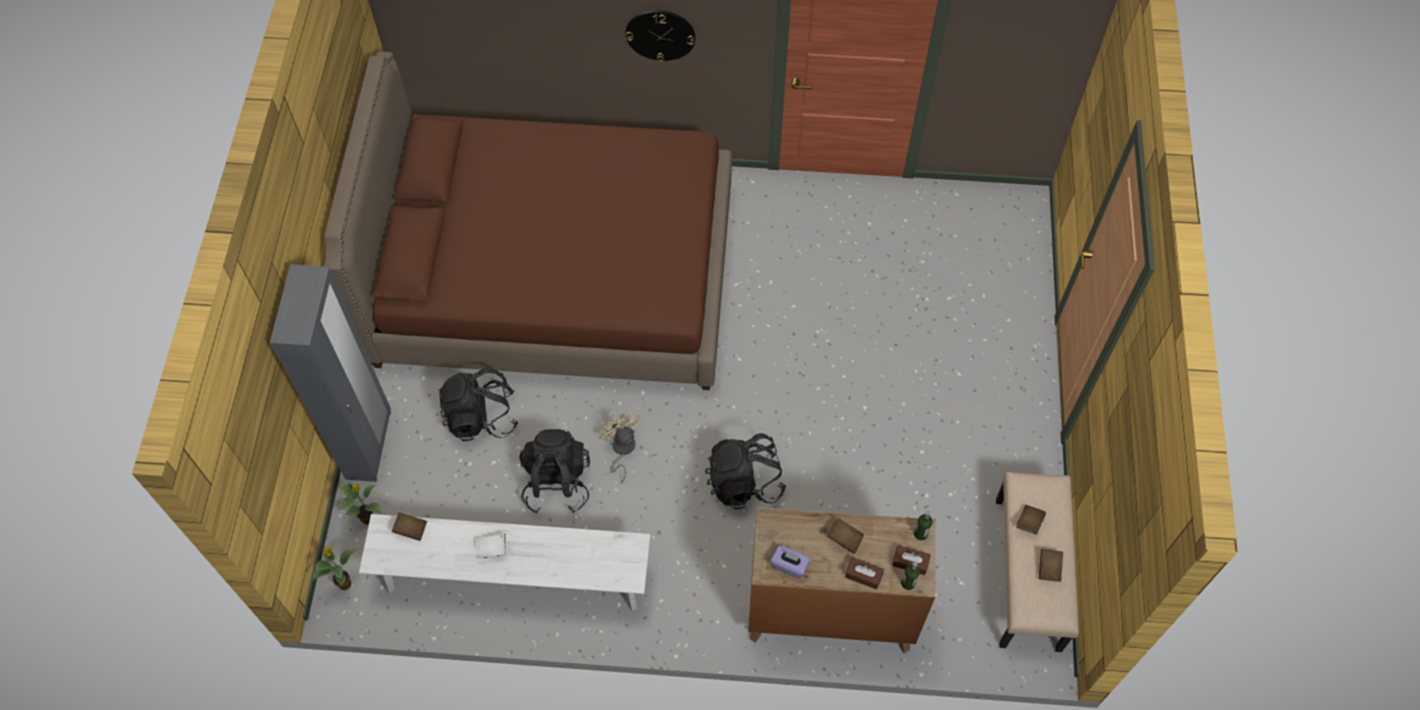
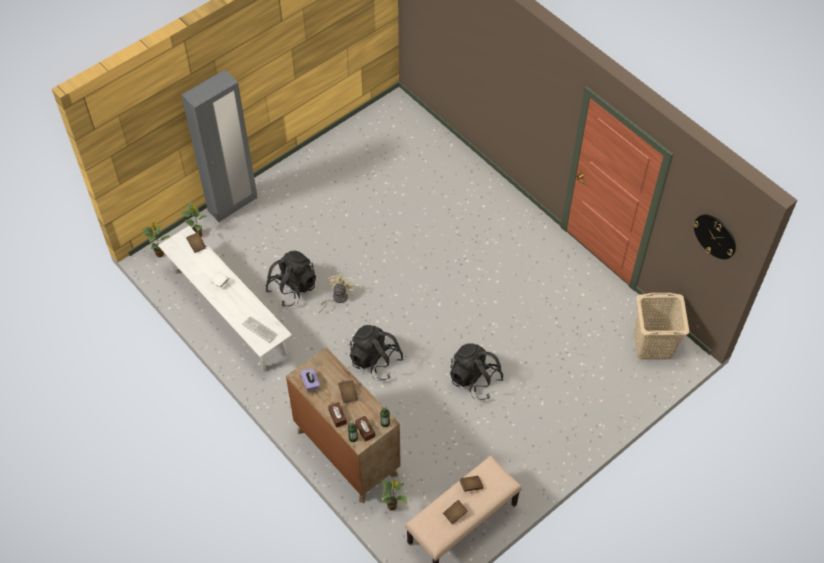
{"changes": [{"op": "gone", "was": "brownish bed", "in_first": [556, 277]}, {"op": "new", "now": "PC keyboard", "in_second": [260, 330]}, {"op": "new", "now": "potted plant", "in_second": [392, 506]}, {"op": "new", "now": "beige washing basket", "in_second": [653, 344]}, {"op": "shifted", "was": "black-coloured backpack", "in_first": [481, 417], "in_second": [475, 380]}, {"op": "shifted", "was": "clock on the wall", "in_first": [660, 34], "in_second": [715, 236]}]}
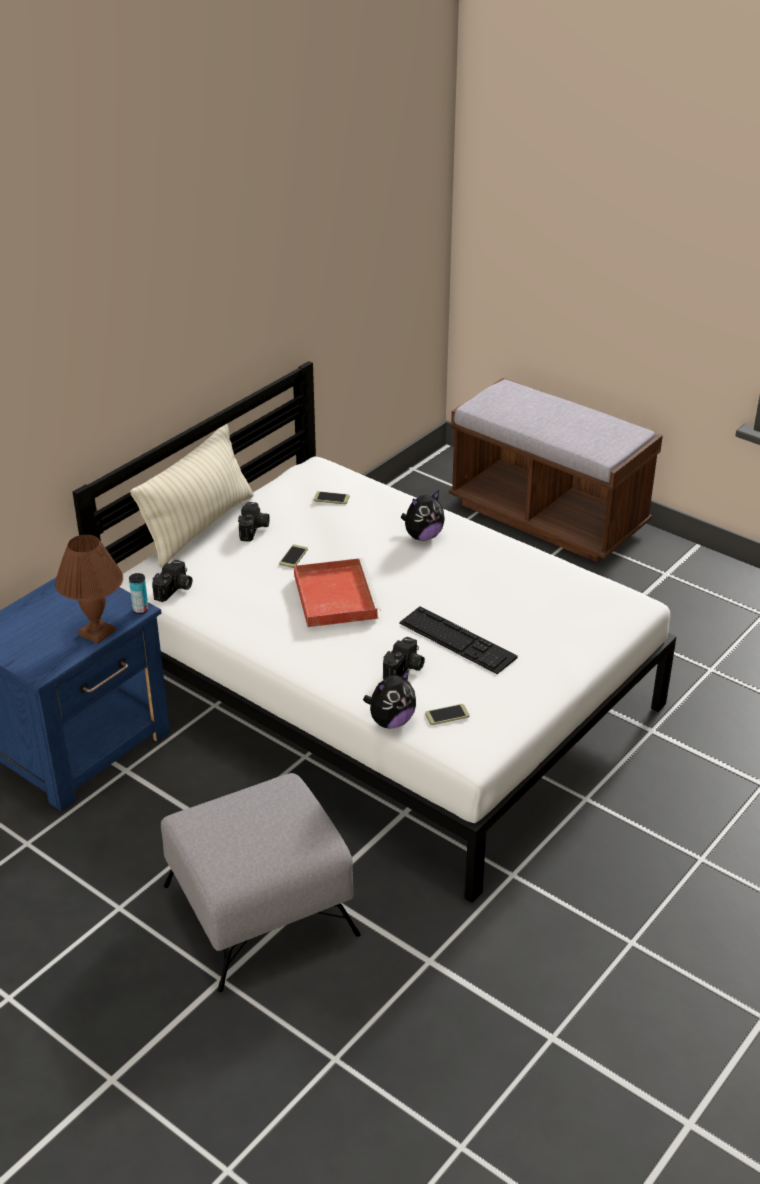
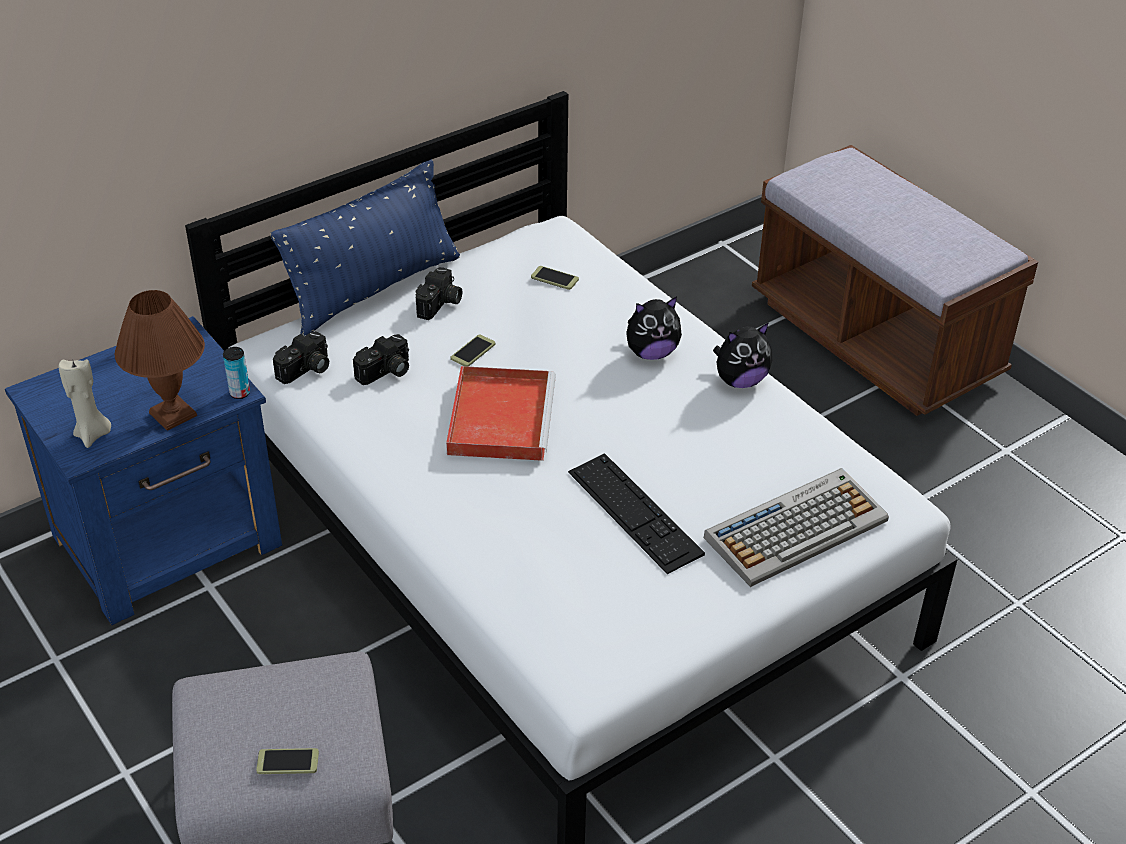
{"changes": [{"op": "new", "now": "beige wax light", "in_second": [93, 435]}, {"op": "new", "now": "PC keyboard", "in_second": [796, 528]}, {"op": "shifted", "was": "soft toy", "in_first": [391, 721], "in_second": [740, 380]}, {"op": "shifted", "was": "photo camera", "in_first": [404, 669], "in_second": [386, 372]}, {"op": "shifted", "was": "handset", "in_first": [447, 715], "in_second": [287, 762]}, {"op": "repainted", "was": "beige cushion", "now": "bluish cushion", "in_first": [199, 527], "in_second": [374, 289]}]}
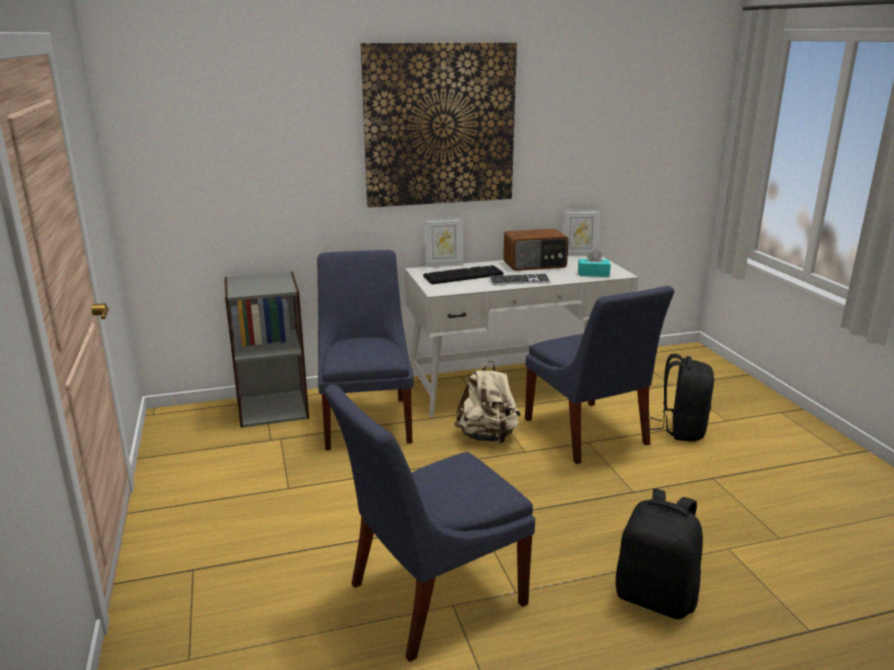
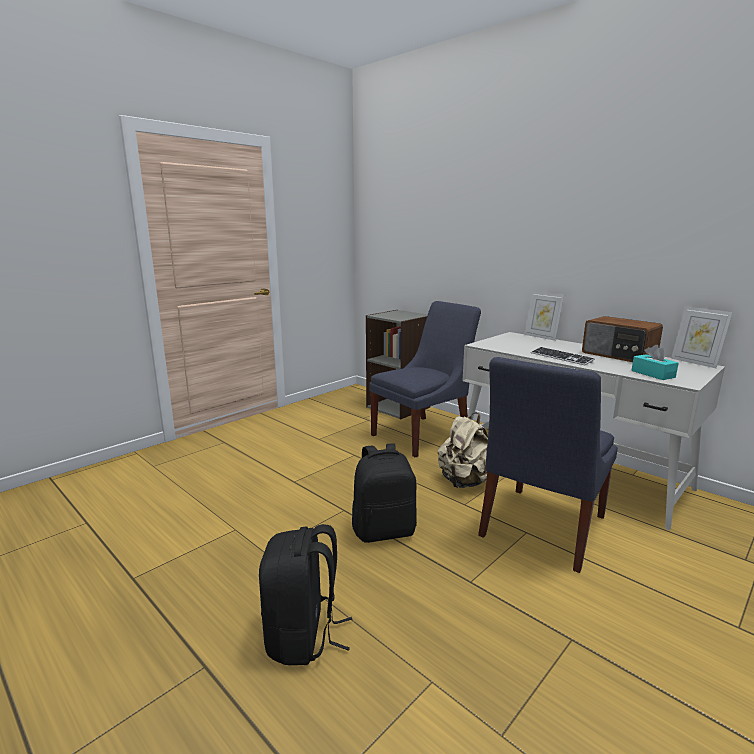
{"changes": [{"op": "gone", "was": "bluish plain chair", "in_first": [430, 596]}, {"op": "gone", "was": "wall picture", "in_first": [439, 125]}, {"op": "gone", "was": "PC keyboard", "in_first": [463, 275]}, {"op": "shifted", "was": "black-coloured backpack", "in_first": [681, 429], "in_second": [384, 530]}]}
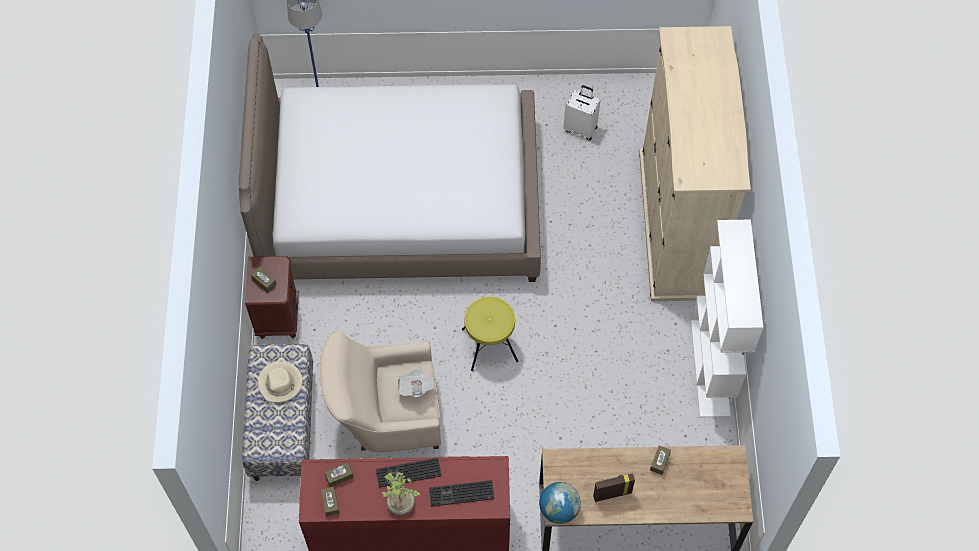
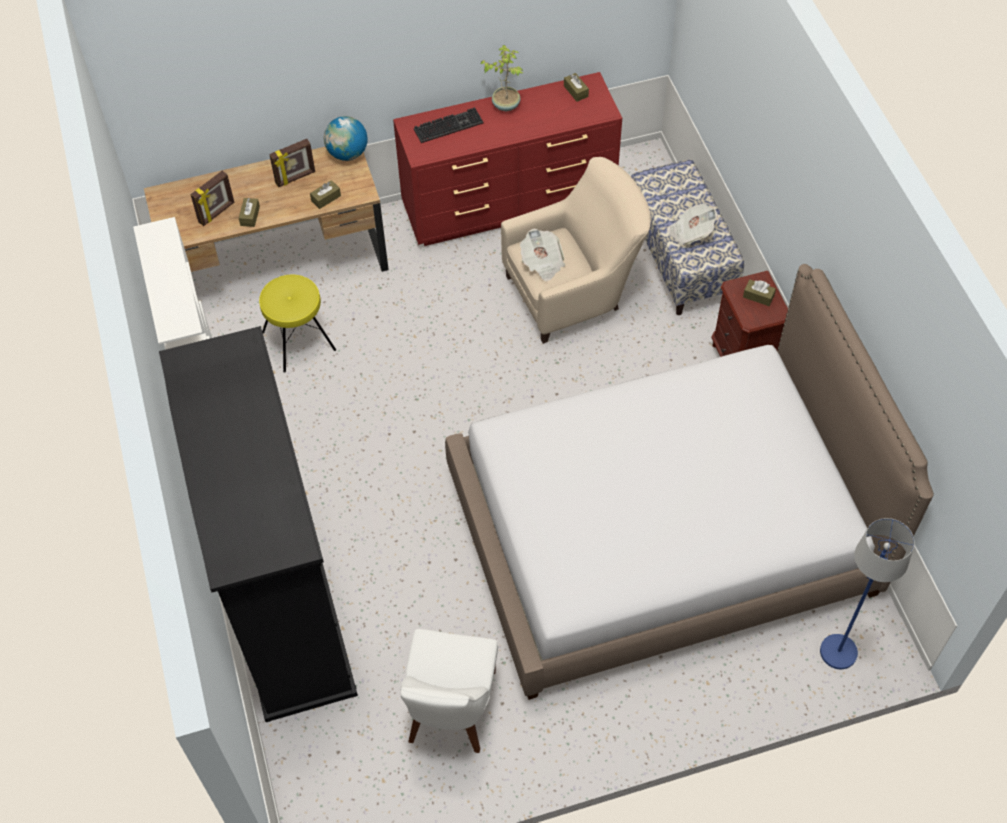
{"changes": [{"op": "gone", "was": "PC keyboard", "in_first": [407, 474]}, {"op": "new", "now": "picture frame", "in_second": [217, 213]}, {"op": "shifted", "was": "brownish tissue holder", "in_first": [339, 476], "in_second": [326, 198]}, {"op": "shifted", "was": "yellowish sitting stool", "in_first": [490, 344], "in_second": [298, 341]}, {"op": "swapped", "was": "beige hat", "now": "newspaper", "in_first": [280, 383], "in_second": [690, 232]}, {"op": "swapped", "was": "whitish piece of luggage", "now": "whitish plain chair", "in_first": [581, 128], "in_second": [450, 711]}, {"op": "repainted", "was": "beige wardrobe", "now": "black-coloured wardrobe", "in_first": [677, 224], "in_second": [284, 600]}]}
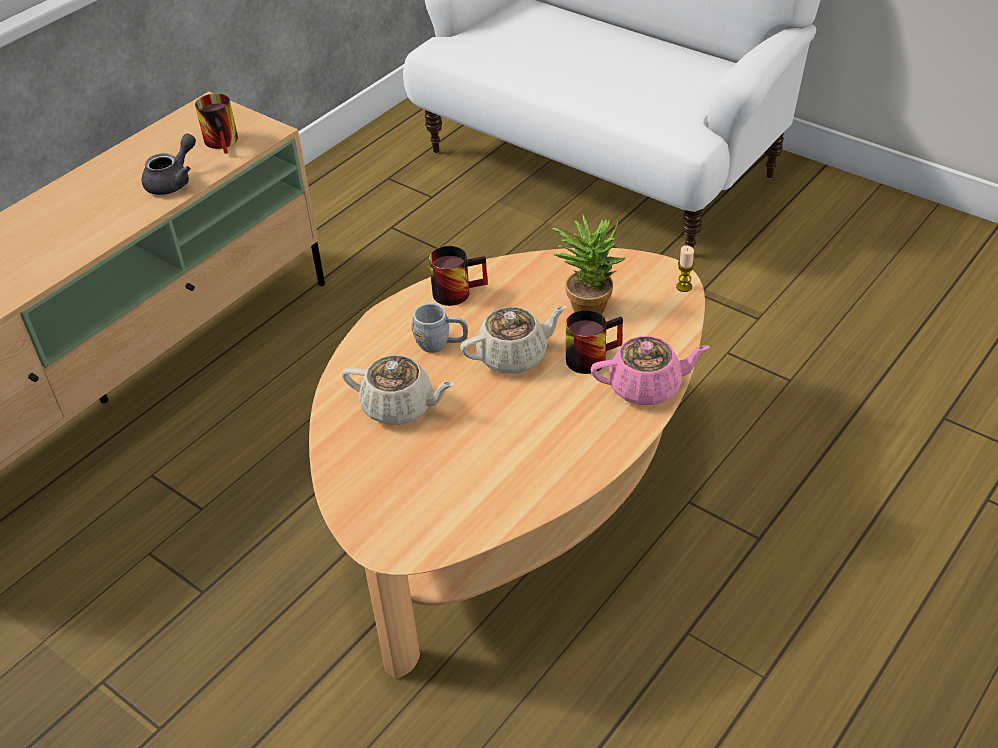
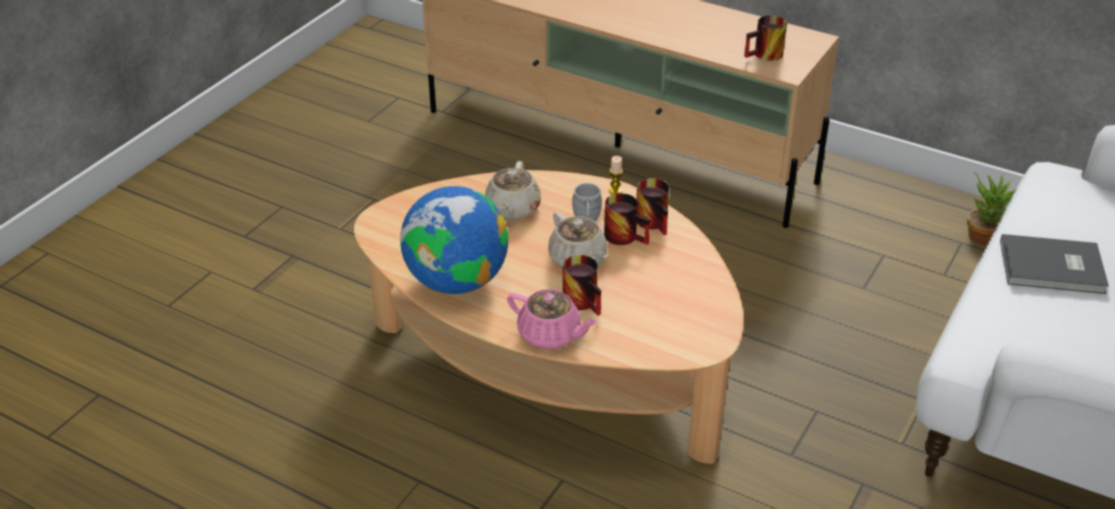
{"changes": [{"op": "gone", "was": "gray tea pot", "in_first": [173, 181]}, {"op": "new", "now": "desk globe", "in_second": [456, 281]}, {"op": "new", "now": "mug", "in_second": [627, 235]}, {"op": "new", "now": "gray book", "in_second": [1053, 269]}, {"op": "shifted", "was": "potted plant", "in_first": [588, 303], "in_second": [985, 236]}, {"op": "shifted", "was": "wax light", "in_first": [684, 287], "in_second": [615, 191]}, {"op": "rotated", "was": "pinkish tea pot", "in_first": [646, 387], "in_second": [550, 335], "clockwise": -45}]}
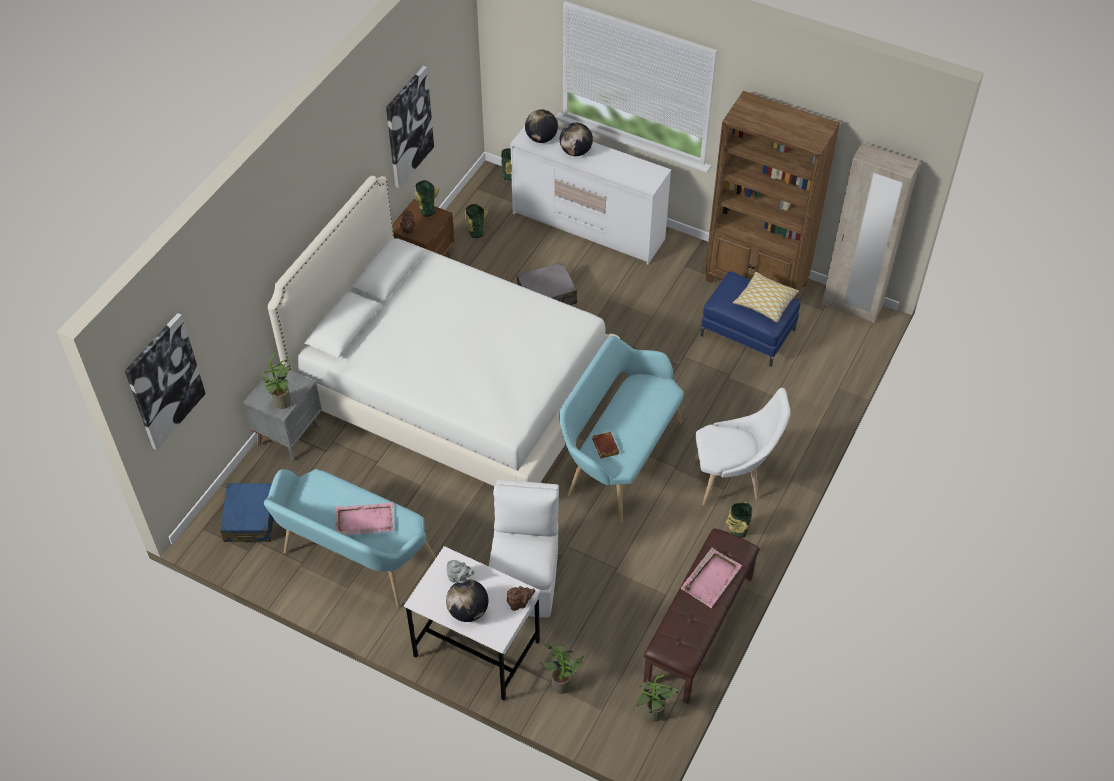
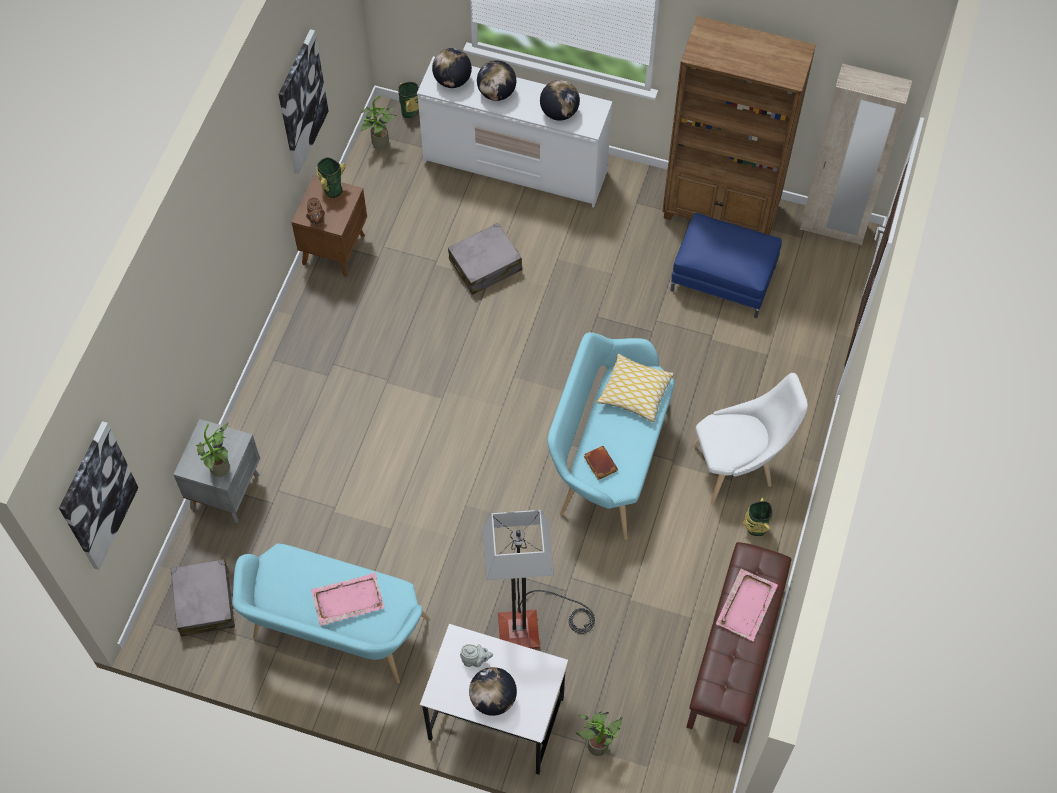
{"changes": [{"op": "gone", "was": "whitish bed", "in_first": [455, 388]}, {"op": "gone", "was": "vase", "in_first": [475, 232]}, {"op": "gone", "was": "brownish tea pot", "in_first": [519, 603]}, {"op": "new", "now": "desk globe", "in_second": [559, 112]}, {"op": "shifted", "was": "potted plant", "in_first": [653, 716], "in_second": [380, 145]}, {"op": "shifted", "was": "cushion", "in_first": [765, 302], "in_second": [634, 392]}, {"op": "swapped", "was": "whitish plain chair", "now": "standard lamp", "in_first": [525, 579], "in_second": [532, 626]}, {"op": "repainted", "was": "bluish piece of luggage", "now": "gray piece of luggage", "in_first": [250, 518], "in_second": [205, 602]}]}
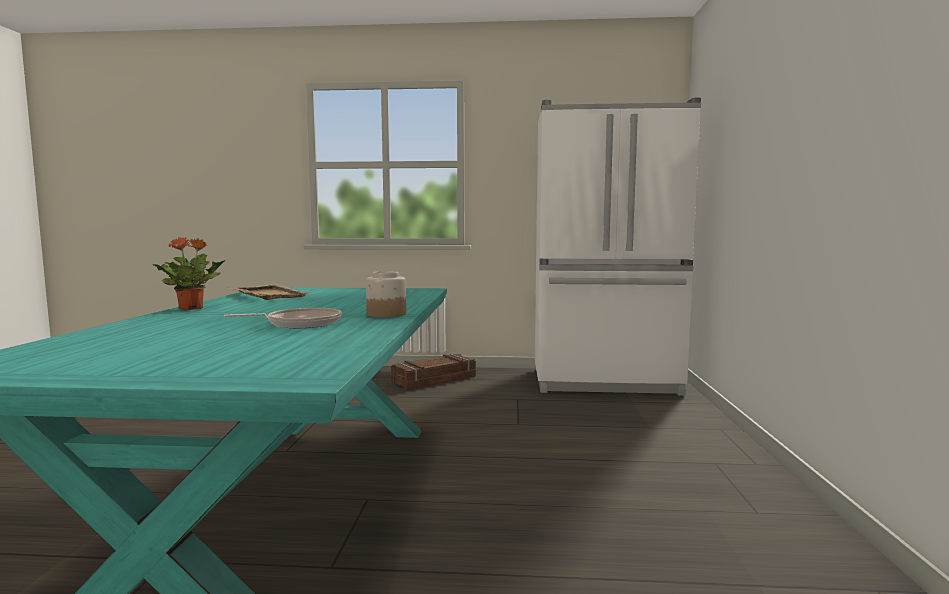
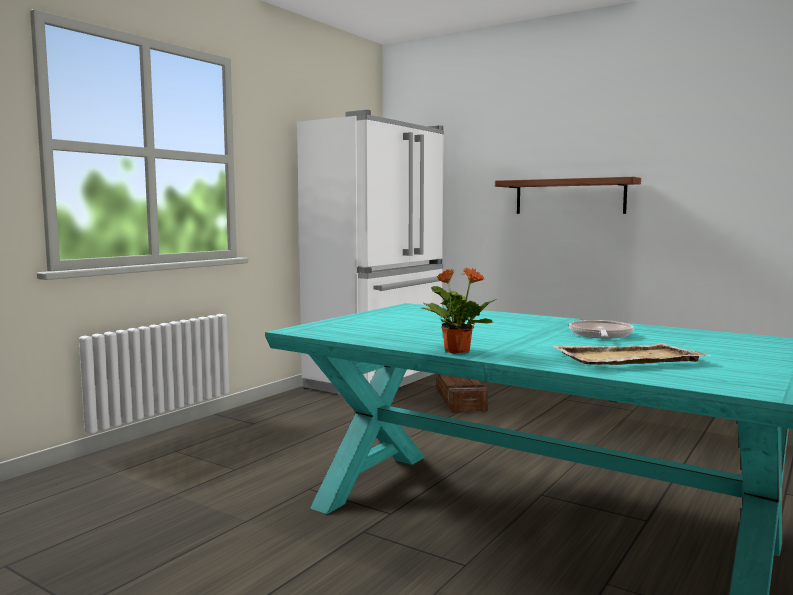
{"changes": [{"op": "gone", "was": "preserve jar", "in_first": [386, 314]}, {"op": "new", "now": "shelf", "in_second": [569, 196]}, {"op": "shifted", "was": "beige tray", "in_first": [270, 294], "in_second": [626, 358]}, {"op": "shifted", "was": "crate", "in_first": [434, 380], "in_second": [461, 399]}]}
